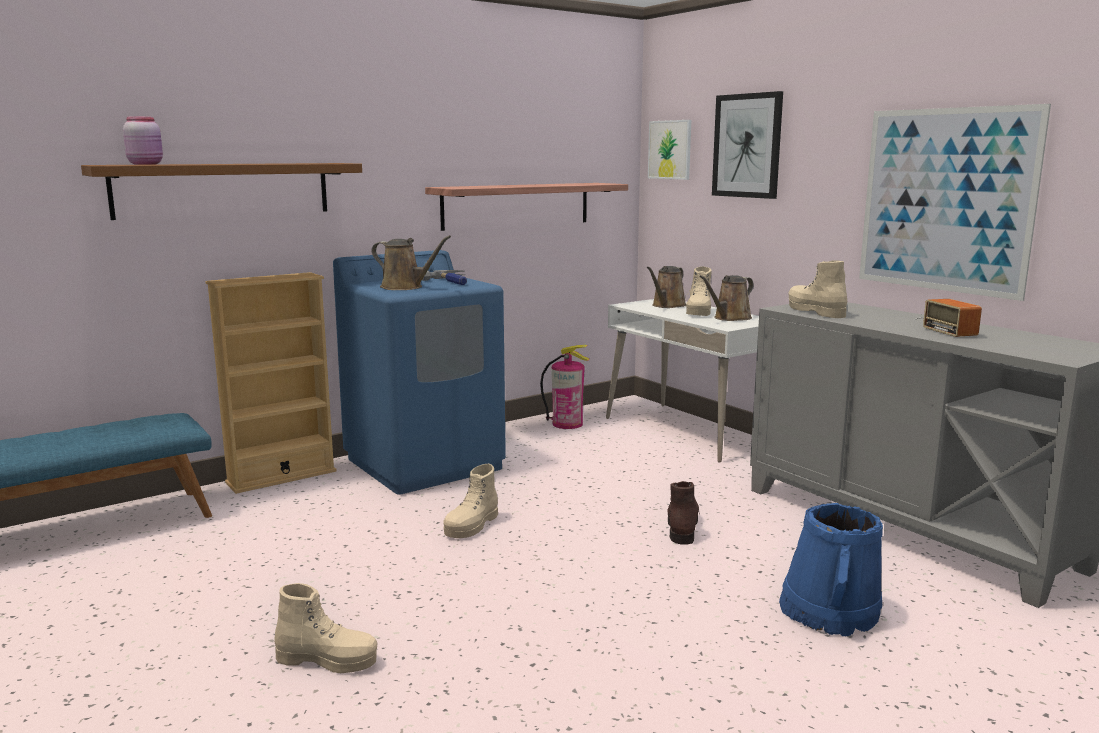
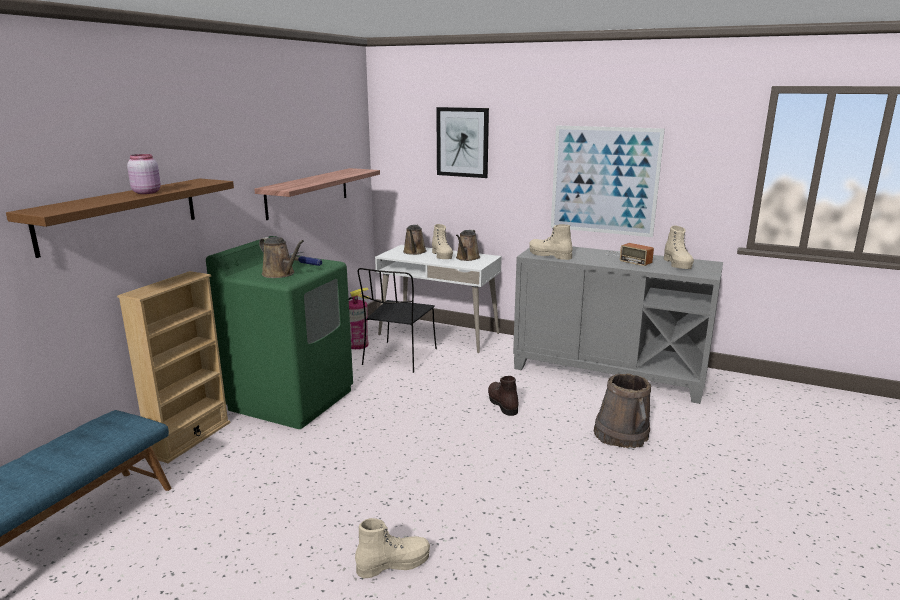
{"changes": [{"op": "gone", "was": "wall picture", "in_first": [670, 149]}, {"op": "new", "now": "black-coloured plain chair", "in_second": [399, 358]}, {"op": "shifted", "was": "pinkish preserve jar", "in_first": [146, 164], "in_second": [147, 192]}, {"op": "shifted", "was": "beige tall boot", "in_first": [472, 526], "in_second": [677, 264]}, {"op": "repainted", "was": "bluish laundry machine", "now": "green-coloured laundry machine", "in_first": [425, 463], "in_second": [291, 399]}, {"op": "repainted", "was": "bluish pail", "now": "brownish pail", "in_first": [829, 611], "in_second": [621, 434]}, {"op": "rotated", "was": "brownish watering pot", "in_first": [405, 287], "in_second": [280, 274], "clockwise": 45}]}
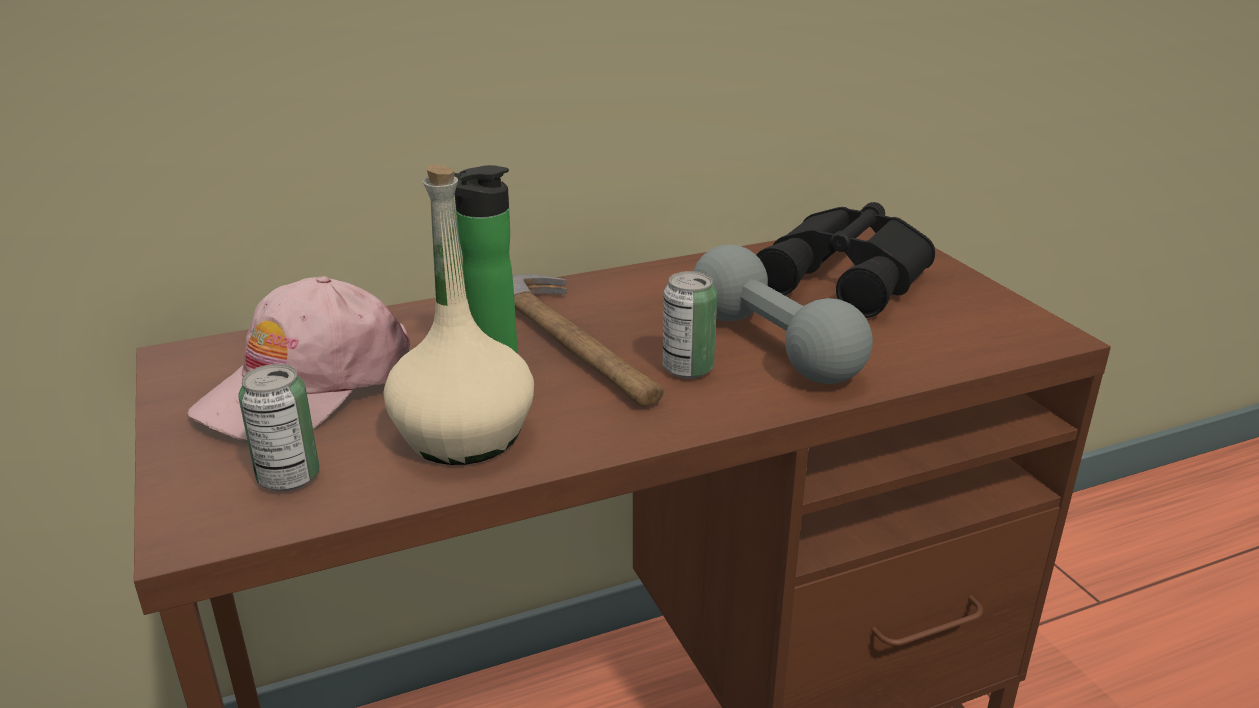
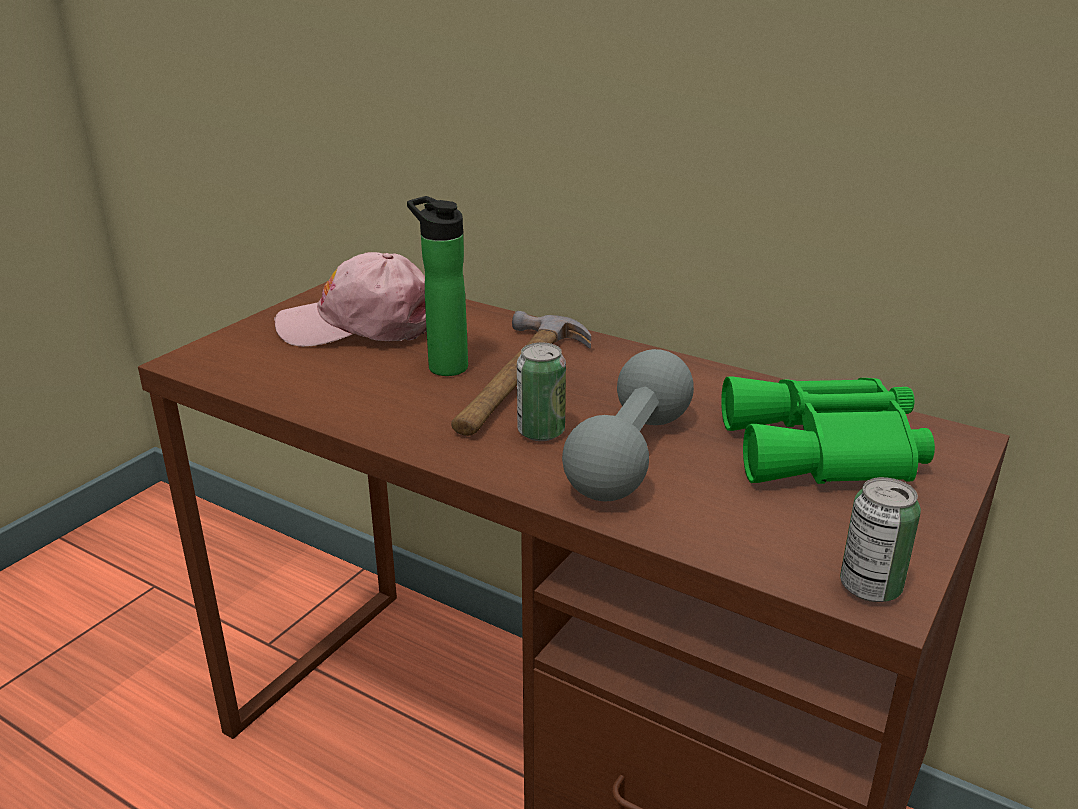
{"changes": [{"op": "gone", "was": "beige drink bottle", "in_first": [464, 435]}, {"op": "shifted", "was": "sealed can", "in_first": [289, 477], "in_second": [870, 587]}, {"op": "repainted", "was": "black-coloured field glasses", "now": "green-coloured field glasses", "in_first": [849, 278], "in_second": [825, 451]}]}
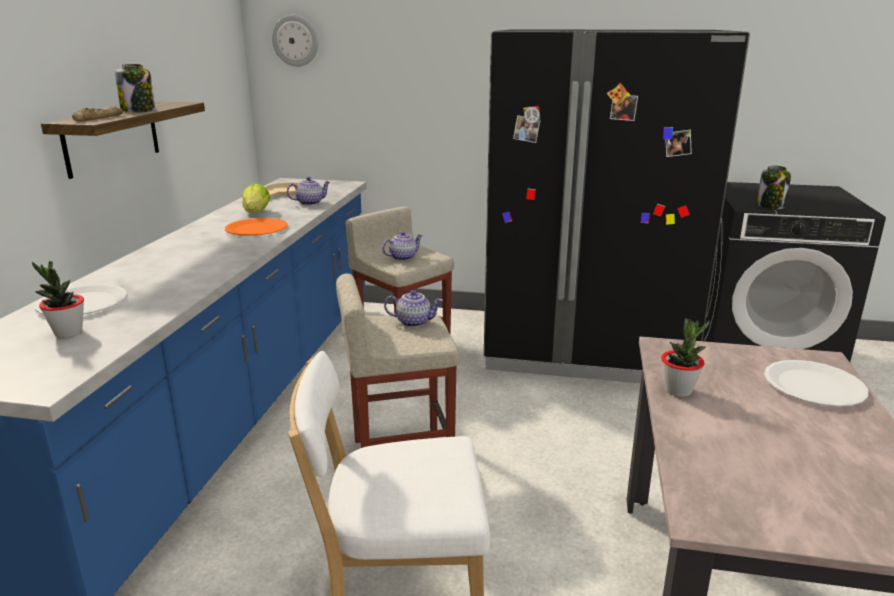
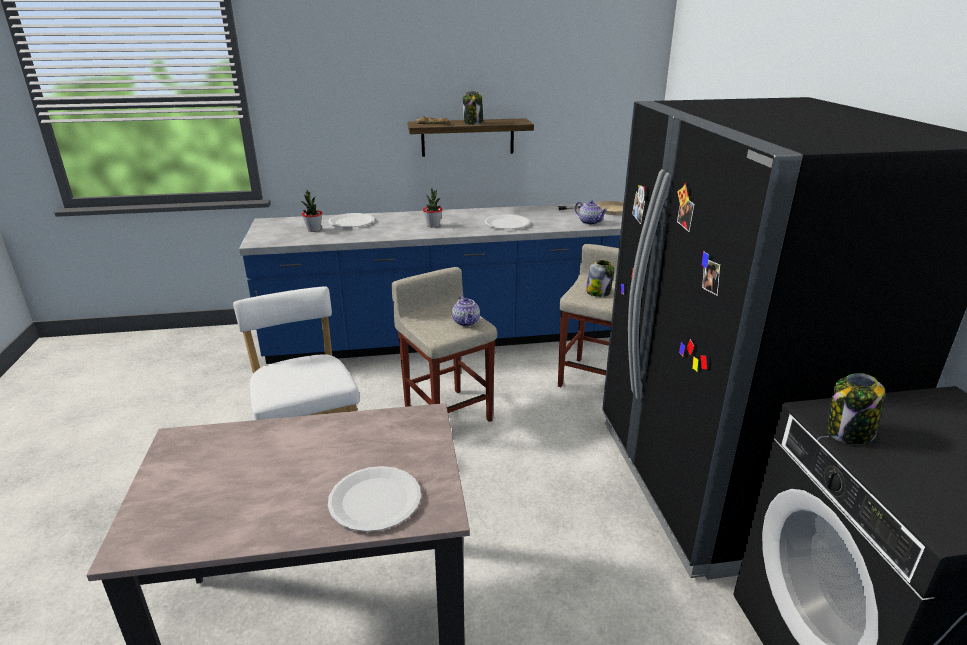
{"changes": [{"op": "gone", "was": "head of lettuce", "in_first": [256, 213]}, {"op": "gone", "was": "clock on the wall", "in_first": [295, 41]}, {"op": "shifted", "was": "potted plant", "in_first": [678, 390], "in_second": [433, 225]}, {"op": "swapped", "was": "tea pot", "now": "preserve jar", "in_first": [403, 257], "in_second": [598, 292]}, {"op": "repainted", "was": "orange-coloured plate", "now": "whitish plate", "in_first": [256, 229], "in_second": [506, 223]}]}
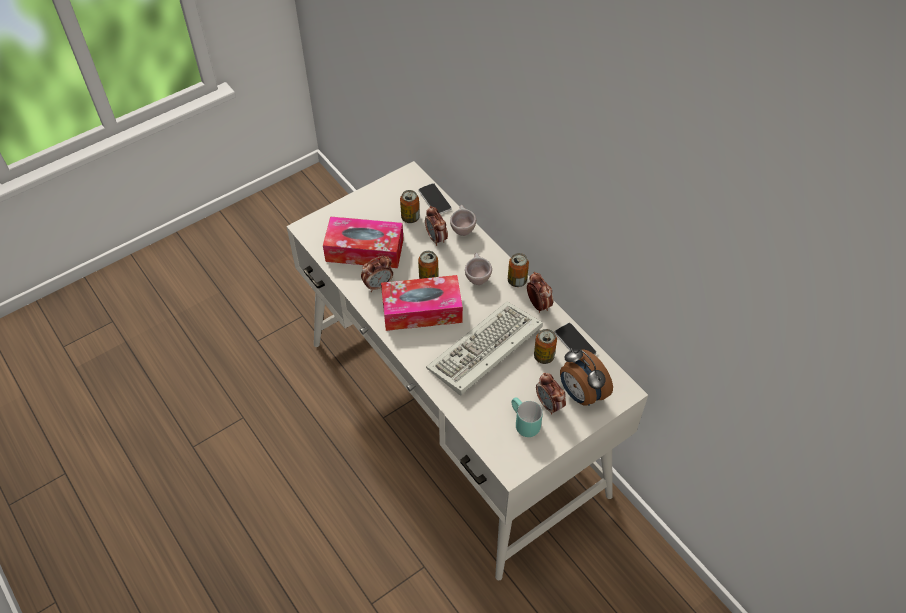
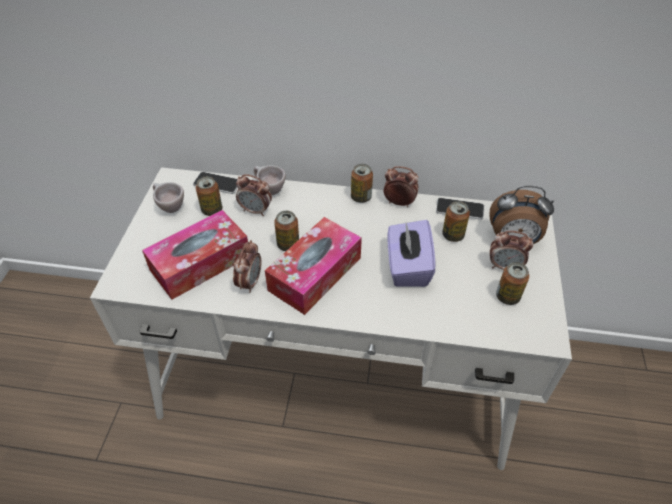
{"changes": [{"op": "shifted", "was": "beige small cup", "in_first": [477, 277], "in_second": [169, 207]}, {"op": "swapped", "was": "PC keyboard", "now": "purple-coloured tissue holder", "in_first": [484, 352], "in_second": [407, 267]}, {"op": "swapped", "was": "turquoise-coloured mug", "now": "sealed can", "in_first": [522, 424], "in_second": [507, 297]}]}
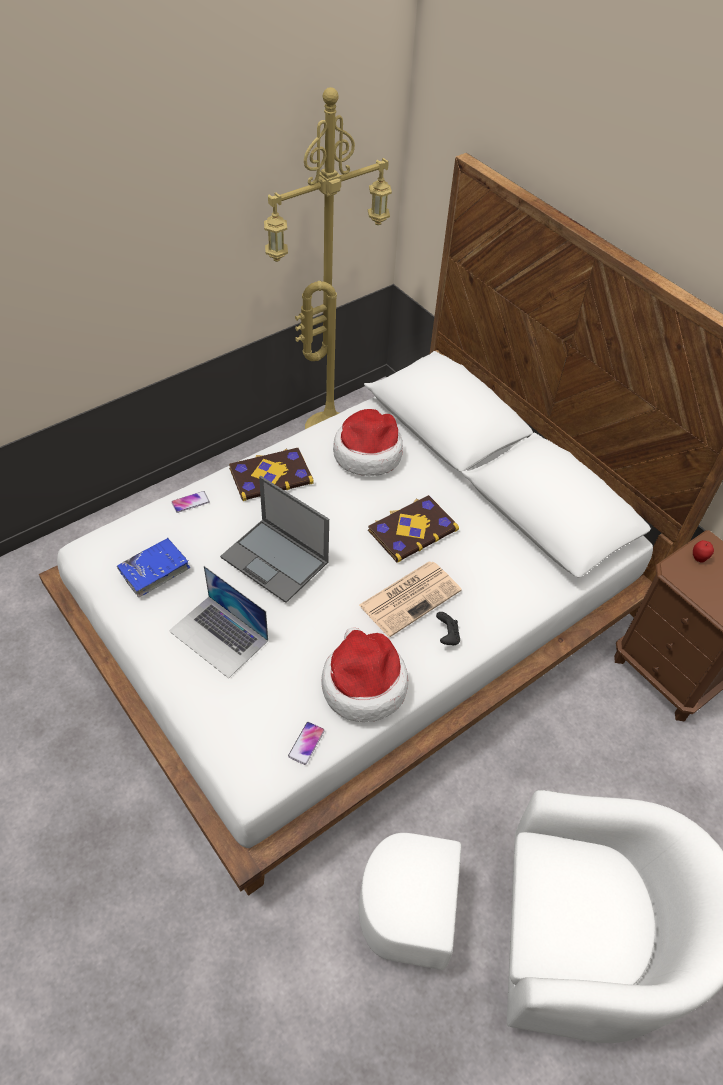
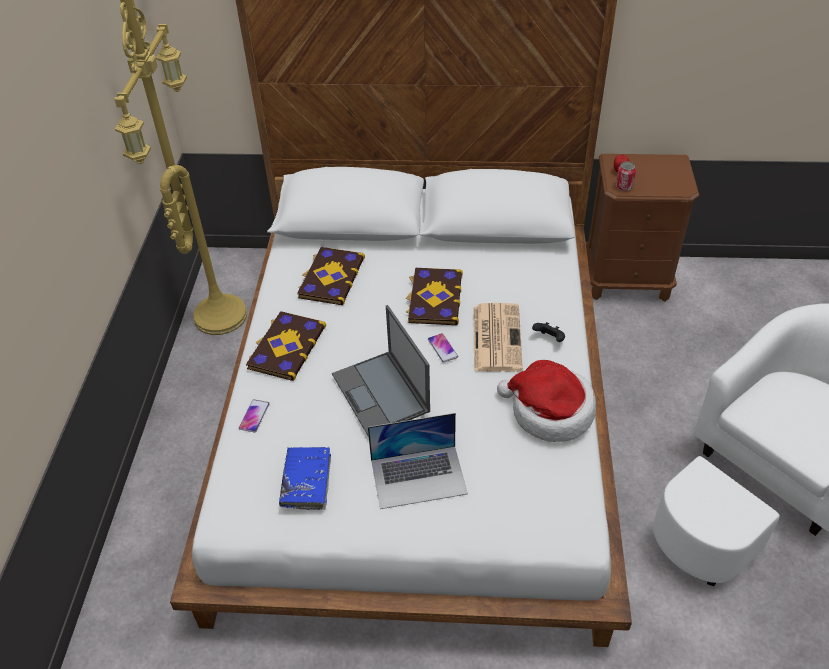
{"changes": [{"op": "new", "now": "sealed can", "in_second": [623, 187]}, {"op": "shifted", "was": "handset", "in_first": [306, 743], "in_second": [442, 348]}, {"op": "swapped", "was": "hat", "now": "book", "in_first": [367, 453], "in_second": [330, 277]}, {"op": "rotated", "was": "laptop", "in_first": [276, 560], "in_second": [381, 394], "clockwise": 75}]}
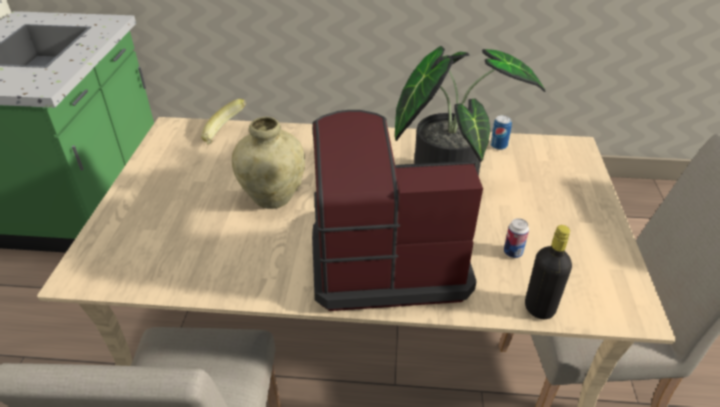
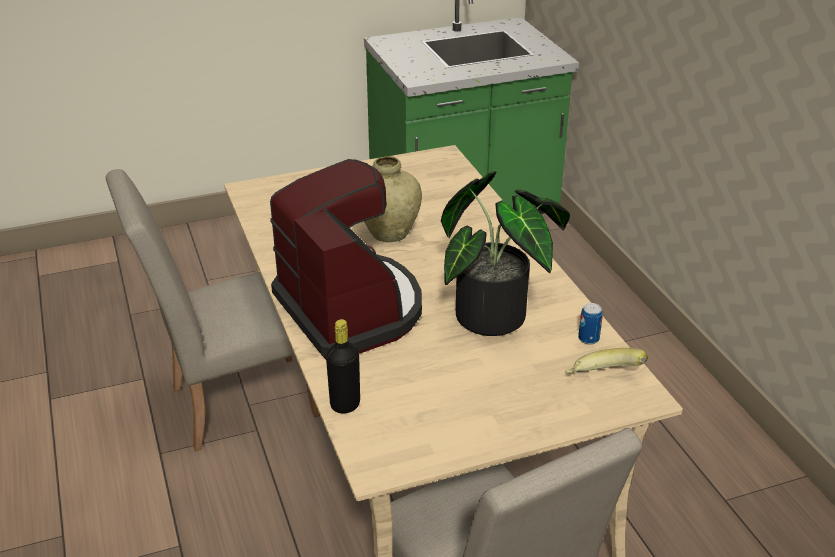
{"changes": [{"op": "gone", "was": "sealed can", "in_first": [513, 252]}, {"op": "shifted", "was": "whole banana", "in_first": [225, 136], "in_second": [603, 379]}]}
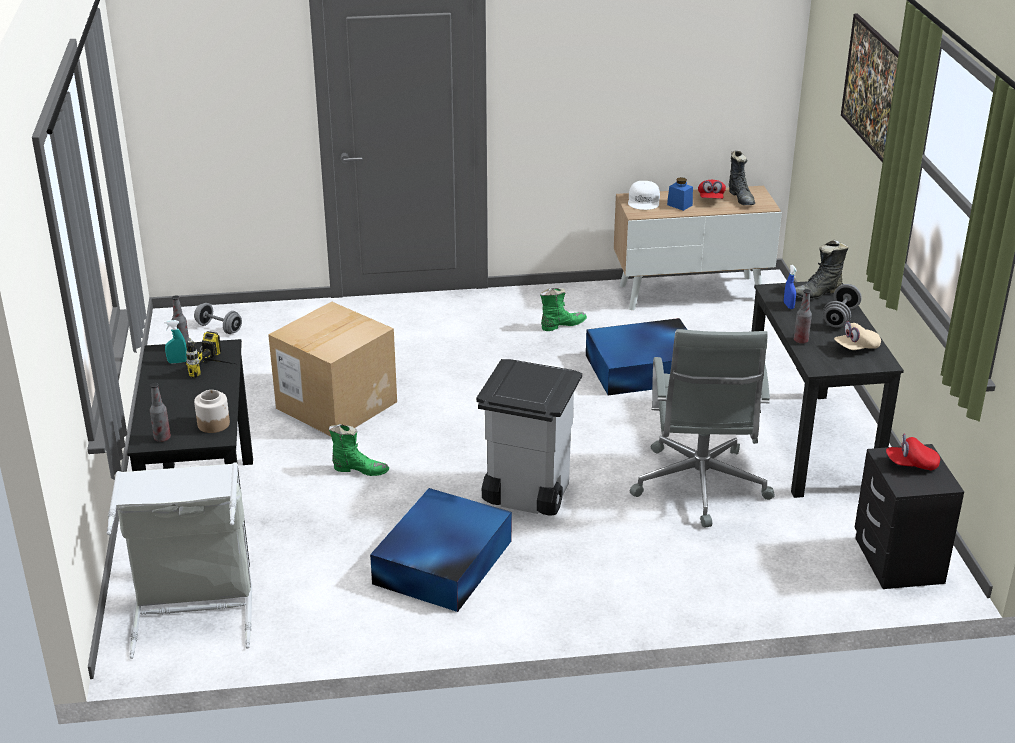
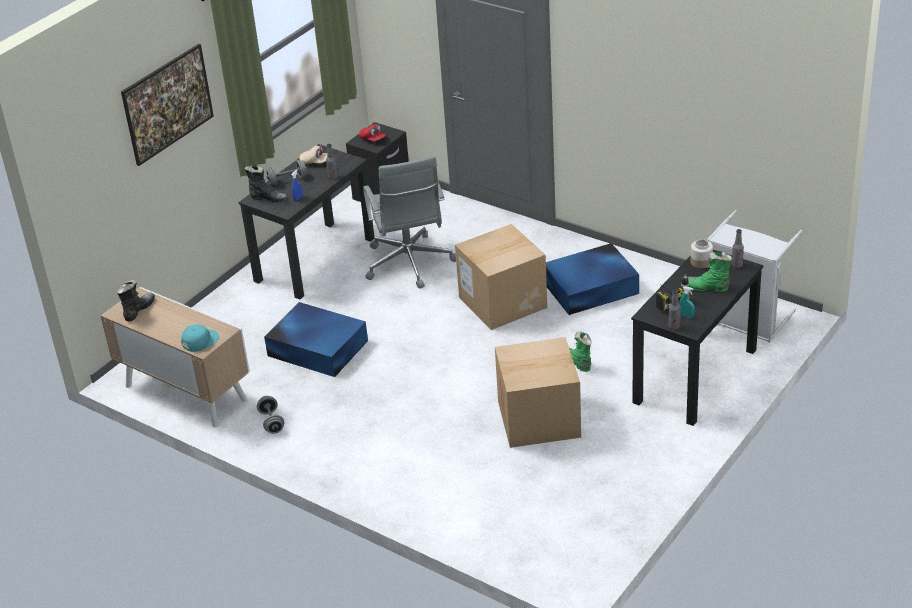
{"changes": [{"op": "gone", "was": "bluish preserve jar", "in_first": [679, 205]}, {"op": "gone", "was": "reddish baseball cap", "in_first": [711, 199]}, {"op": "shifted", "was": "gray hand weight", "in_first": [219, 328], "in_second": [271, 422]}, {"op": "shifted", "was": "green-coloured tall boot", "in_first": [562, 325], "in_second": [707, 287]}, {"op": "swapped", "was": "gray waste bin", "now": "carton", "in_first": [526, 495], "in_second": [502, 302]}, {"op": "repainted", "was": "whitish baseball cap", "now": "turquoise-coloured baseball cap", "in_first": [644, 201], "in_second": [199, 340]}, {"op": "rotated", "was": "gray computer chair", "in_first": [699, 487], "in_second": [409, 264], "clockwise": 120}]}
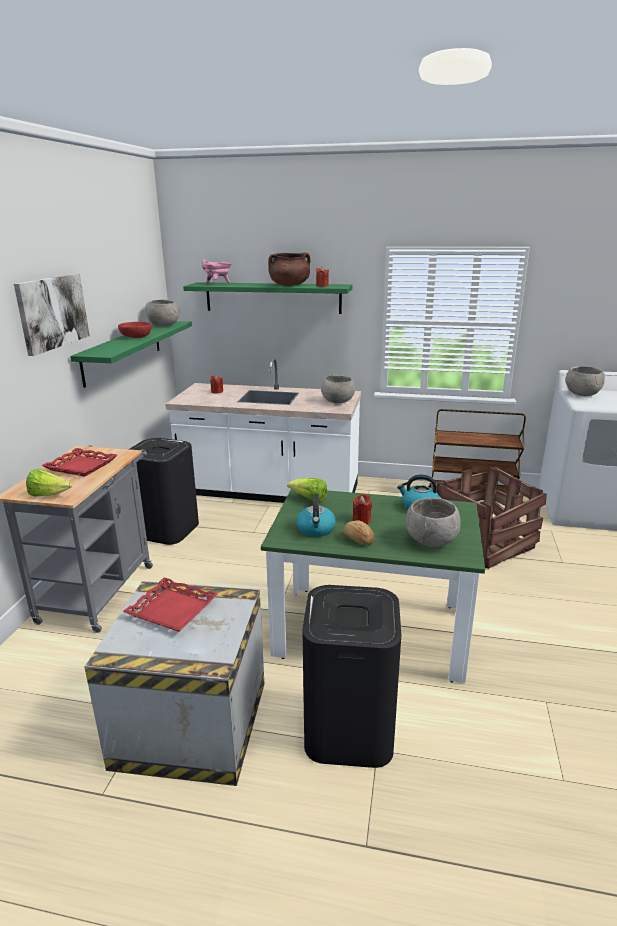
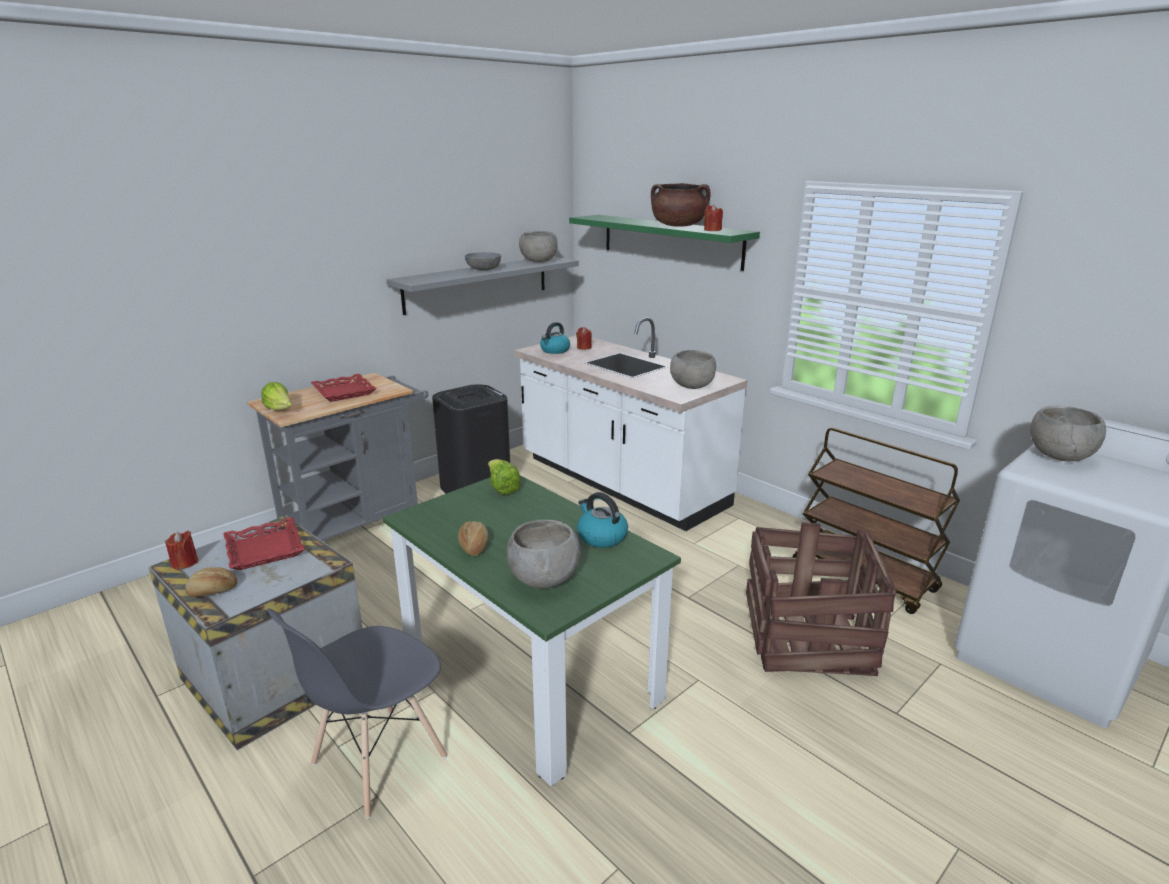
{"changes": [{"op": "gone", "was": "wall picture", "in_first": [52, 312]}, {"op": "gone", "was": "pinkish saucepot", "in_first": [217, 284]}, {"op": "new", "now": "baked bread", "in_second": [212, 591]}, {"op": "shifted", "was": "tea kettle", "in_first": [316, 529], "in_second": [555, 350]}, {"op": "shifted", "was": "reddish wax light", "in_first": [361, 520], "in_second": [185, 563]}, {"op": "swapped", "was": "black-coloured waste bin", "now": "gray plain chair", "in_first": [348, 730], "in_second": [378, 761]}, {"op": "repainted", "was": "green-coloured shelf", "now": "gray shelf", "in_first": [123, 351], "in_second": [477, 284]}, {"op": "repainted", "was": "reddish serving bowl", "now": "gray serving bowl", "in_first": [136, 337], "in_second": [484, 269]}]}
